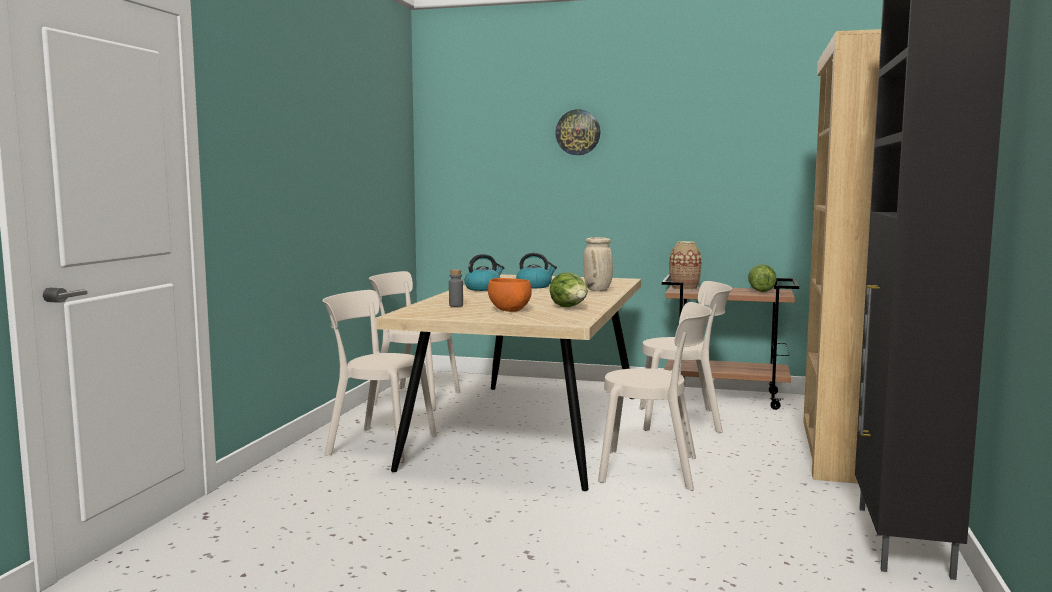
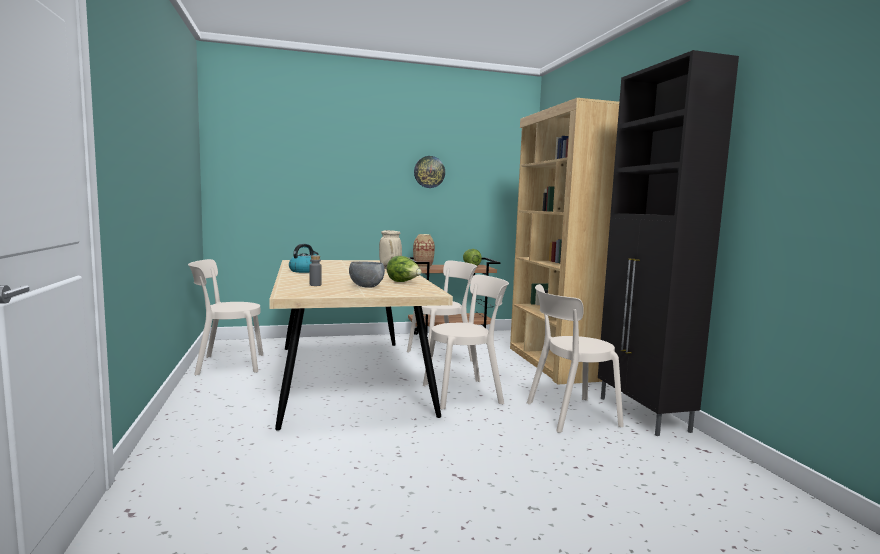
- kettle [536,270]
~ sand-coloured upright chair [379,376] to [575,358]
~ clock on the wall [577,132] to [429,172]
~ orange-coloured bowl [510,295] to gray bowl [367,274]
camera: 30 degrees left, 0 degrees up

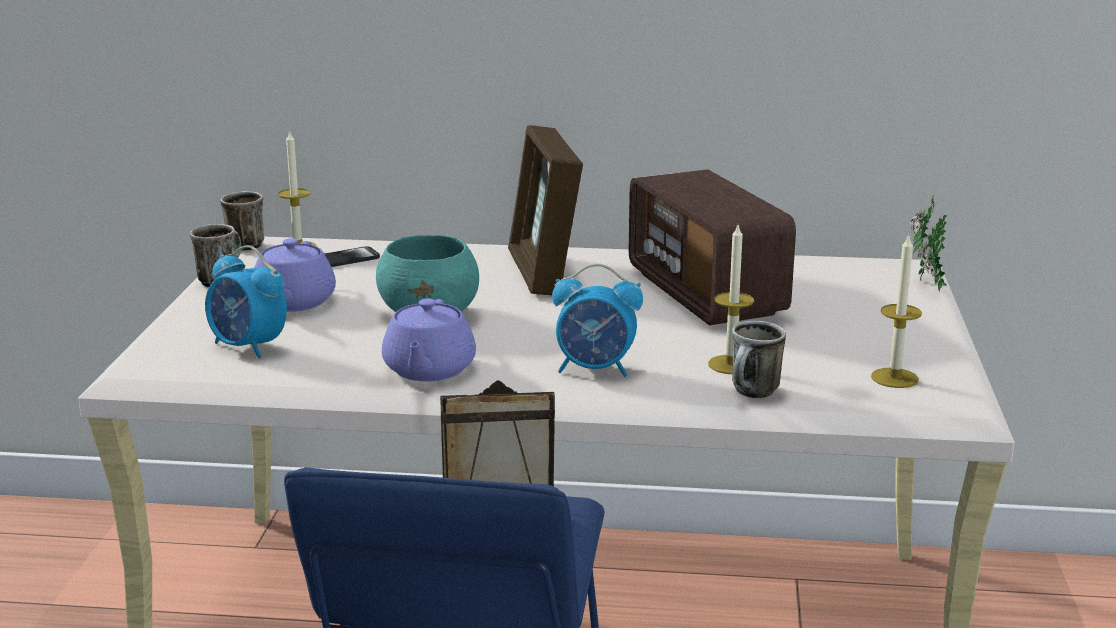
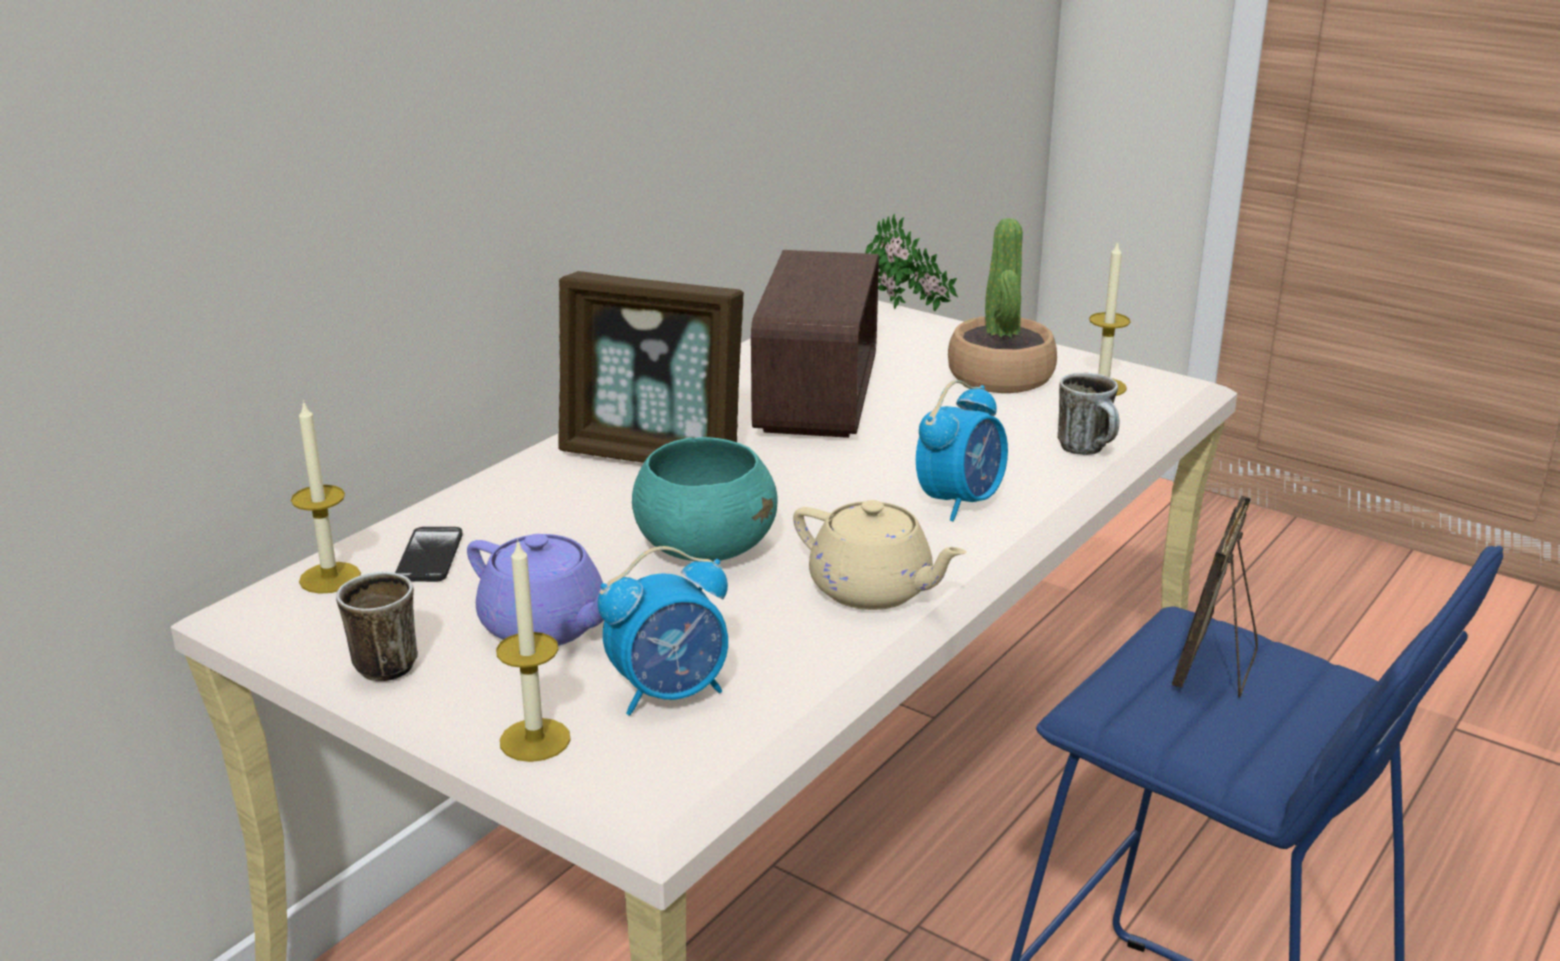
- mug [242,221]
+ houseplant [1002,305]
~ wax light [731,299] to [533,650]
~ purple-coloured teapot [429,340] to sand-coloured teapot [880,555]
~ radio receiver [712,248] = [815,344] 90 degrees counterclockwise
camera: 60 degrees left, 5 degrees up

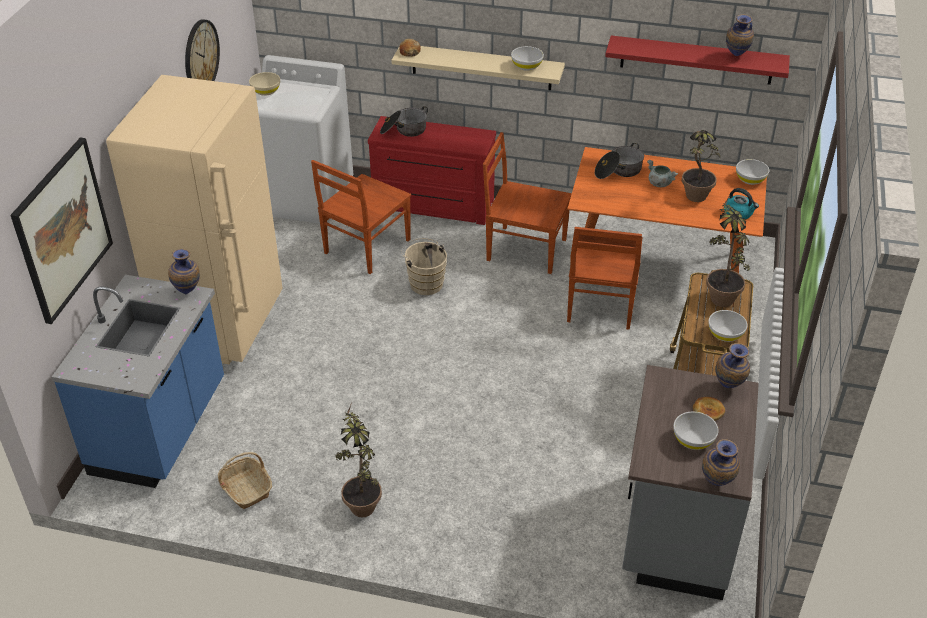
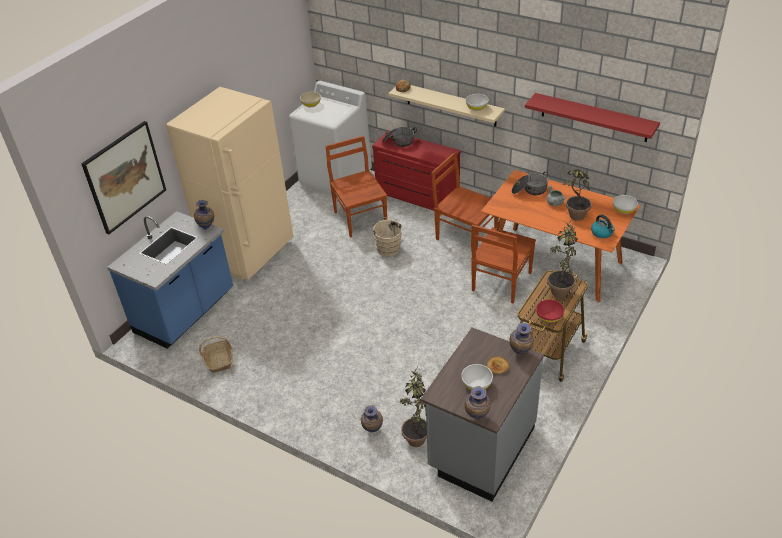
- clock on the wall [202,50]
~ houseplant [358,460] to [413,406]
~ flower vase [740,35] to [372,418]
~ white bowl [728,326] to red bowl [550,311]
~ brown upright chair [361,217] = [356,187] 105 degrees clockwise
camera: 20 degrees right, 0 degrees up

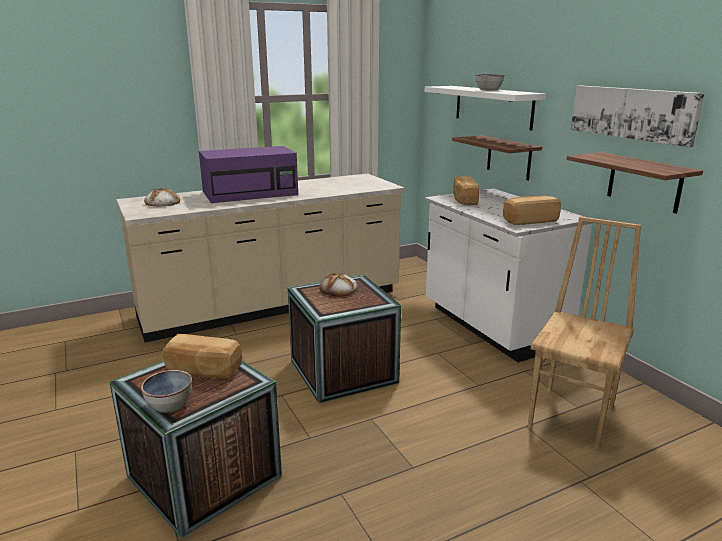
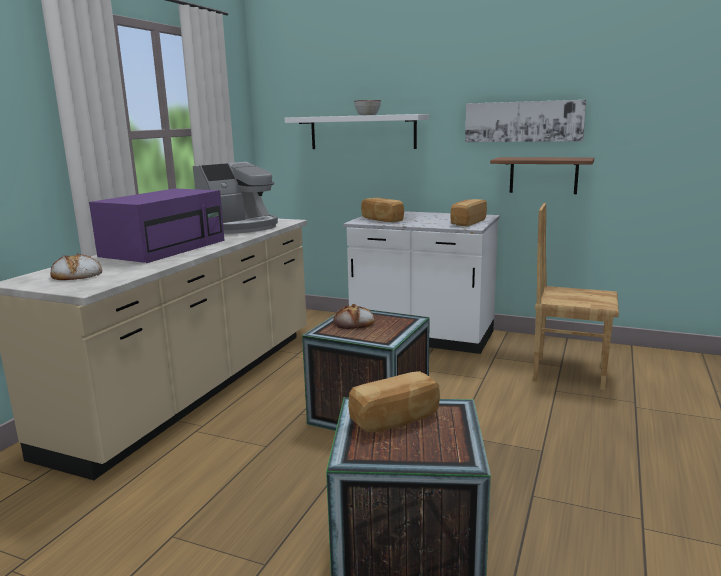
- bowl [166,391]
- shelf [497,158]
+ coffee machine [235,198]
~ brown upright chair [584,332] = [576,296] 60 degrees counterclockwise
camera: 40 degrees left, 5 degrees down

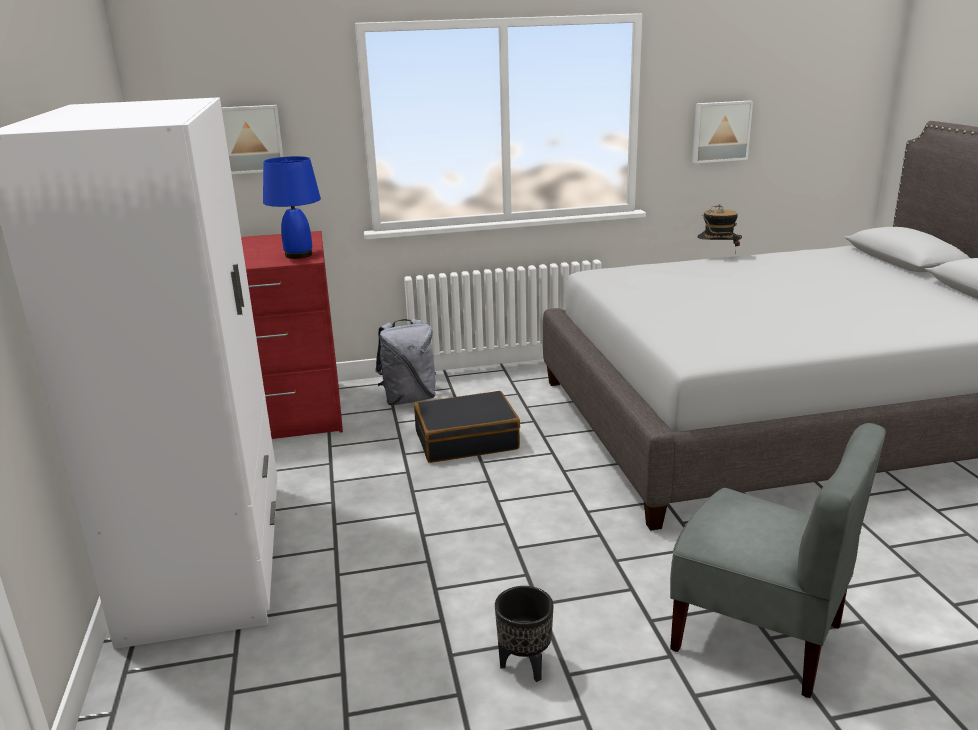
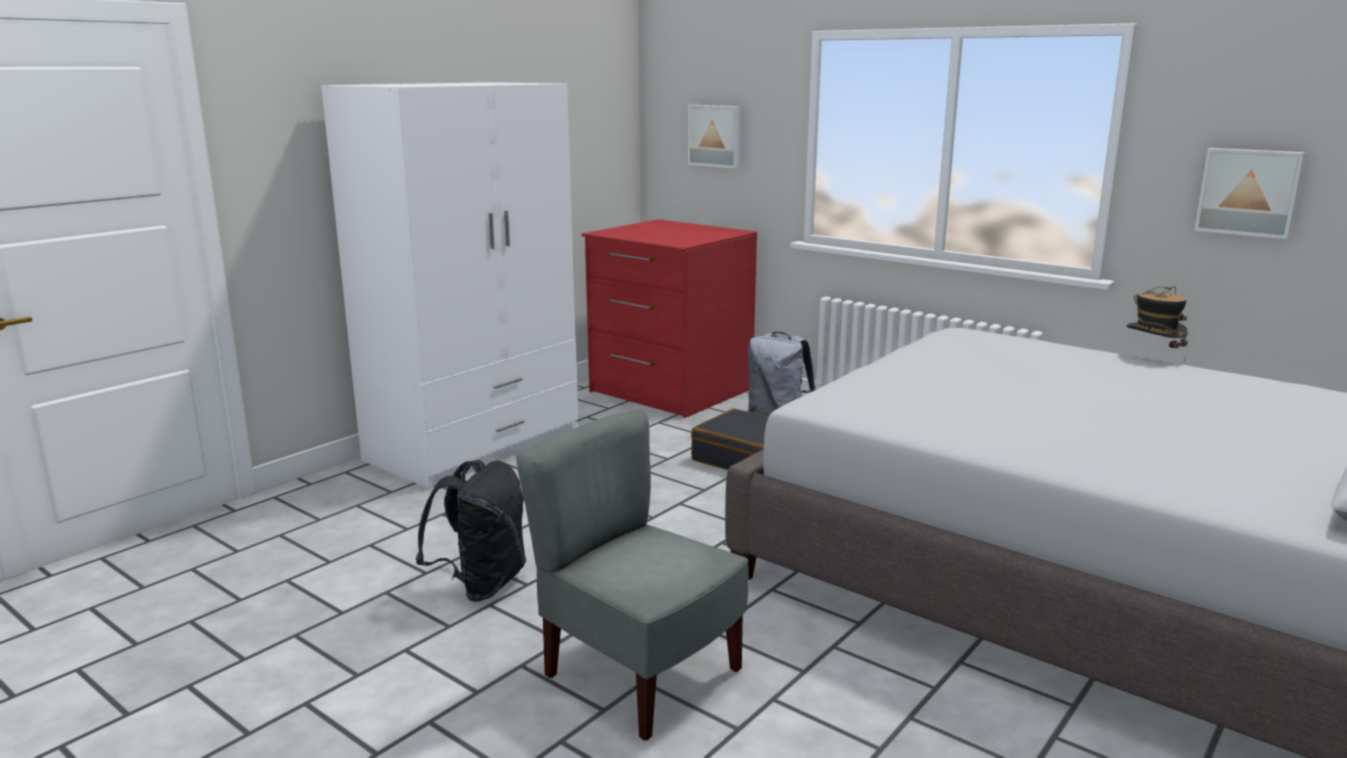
- bluish table lamp [292,207]
~ black planter [524,634] to black rucksack [471,531]
~ gray upright chair [778,560] = [632,575] 135 degrees clockwise
camera: 50 degrees right, 5 degrees down

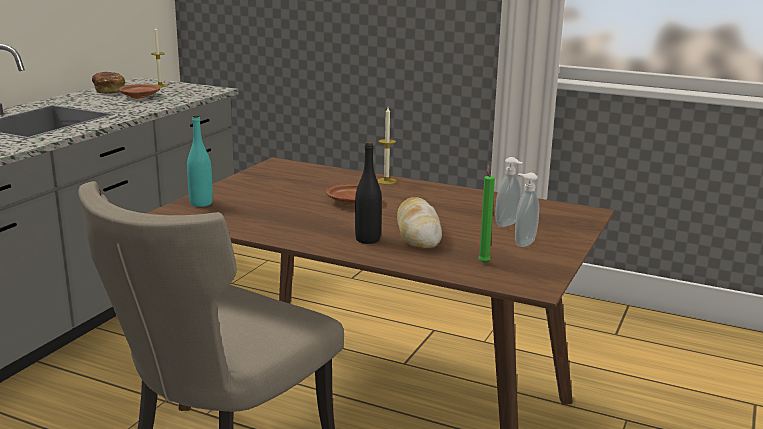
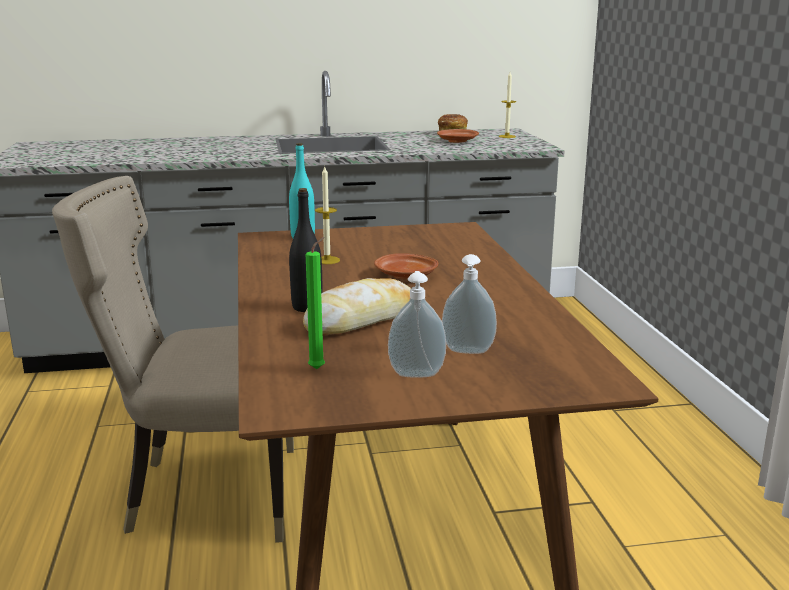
~ wax light [387,146] to [327,215]
camera: 55 degrees right, 0 degrees up

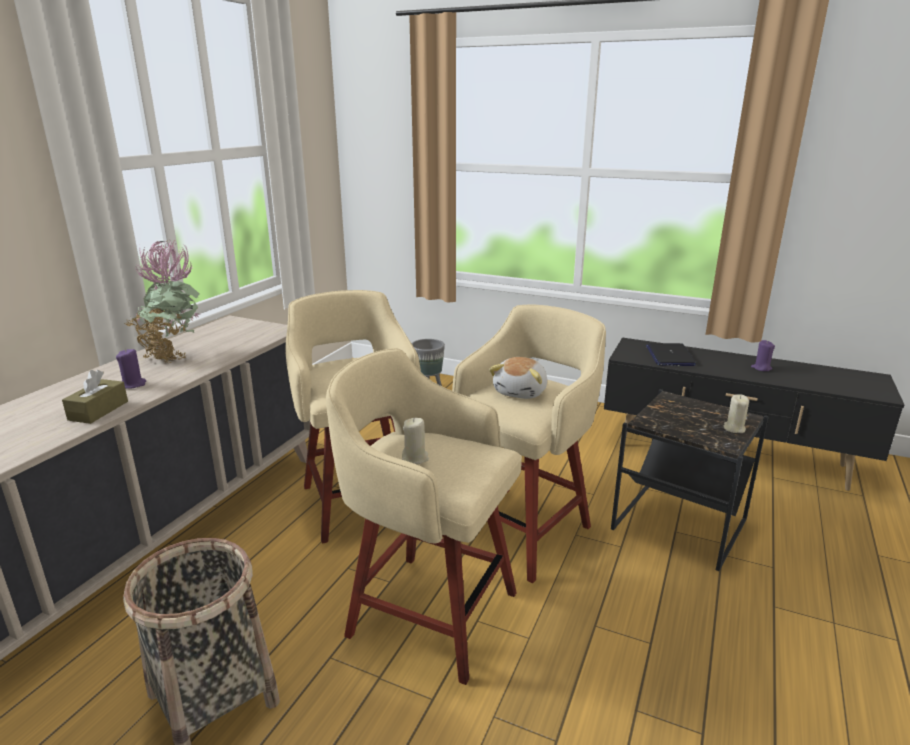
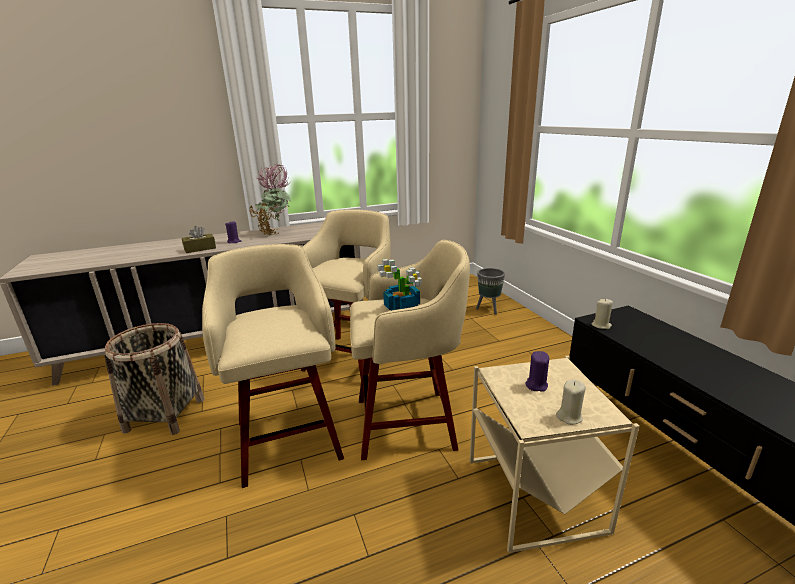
- portable computer [671,354]
~ sand-coloured wax light [415,441] to [602,314]
~ purple-coloured wax light [763,355] to [537,371]
~ soft toy [518,378] to houseplant [400,285]
~ black end table [690,480] to sand-coloured end table [554,454]
camera: 45 degrees right, 0 degrees up

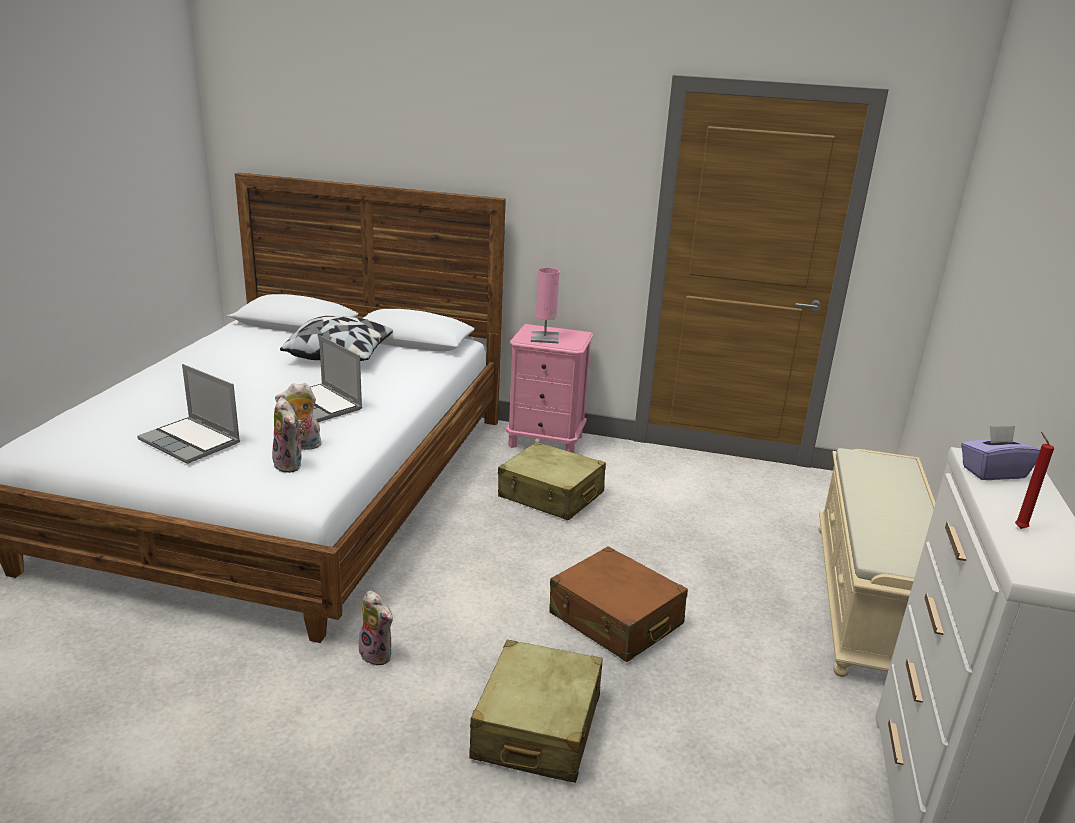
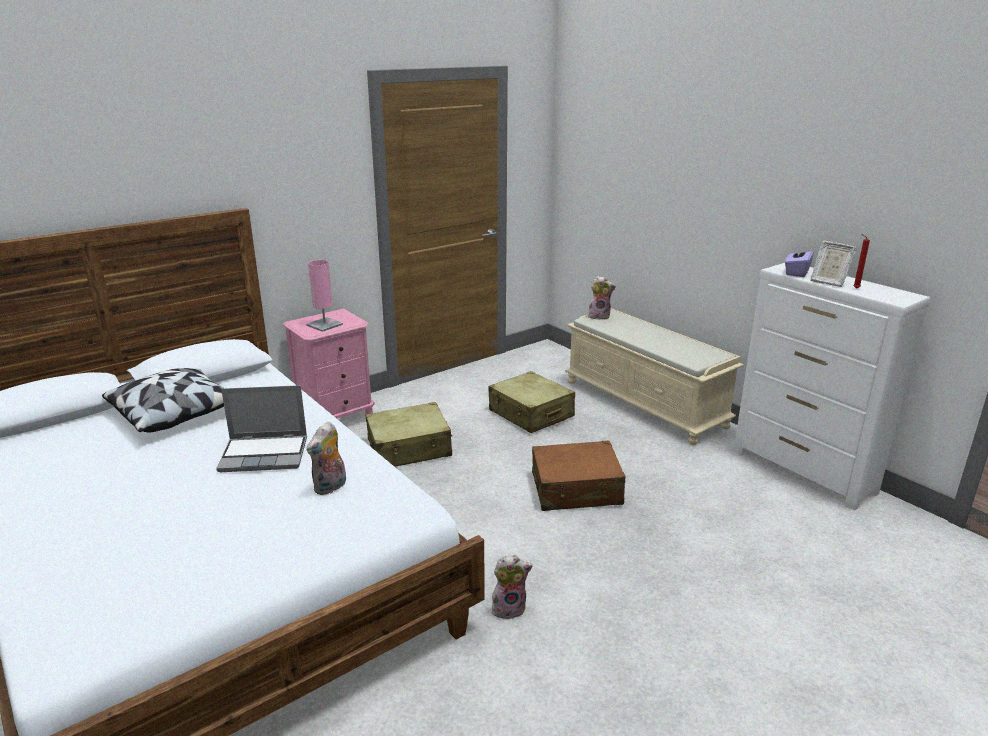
- portable computer [188,414]
+ standing frame [834,264]
~ soft toy [288,435] to [602,298]
~ sand-coloured travel case [536,711] to [531,402]
camera: 50 degrees left, 0 degrees up

